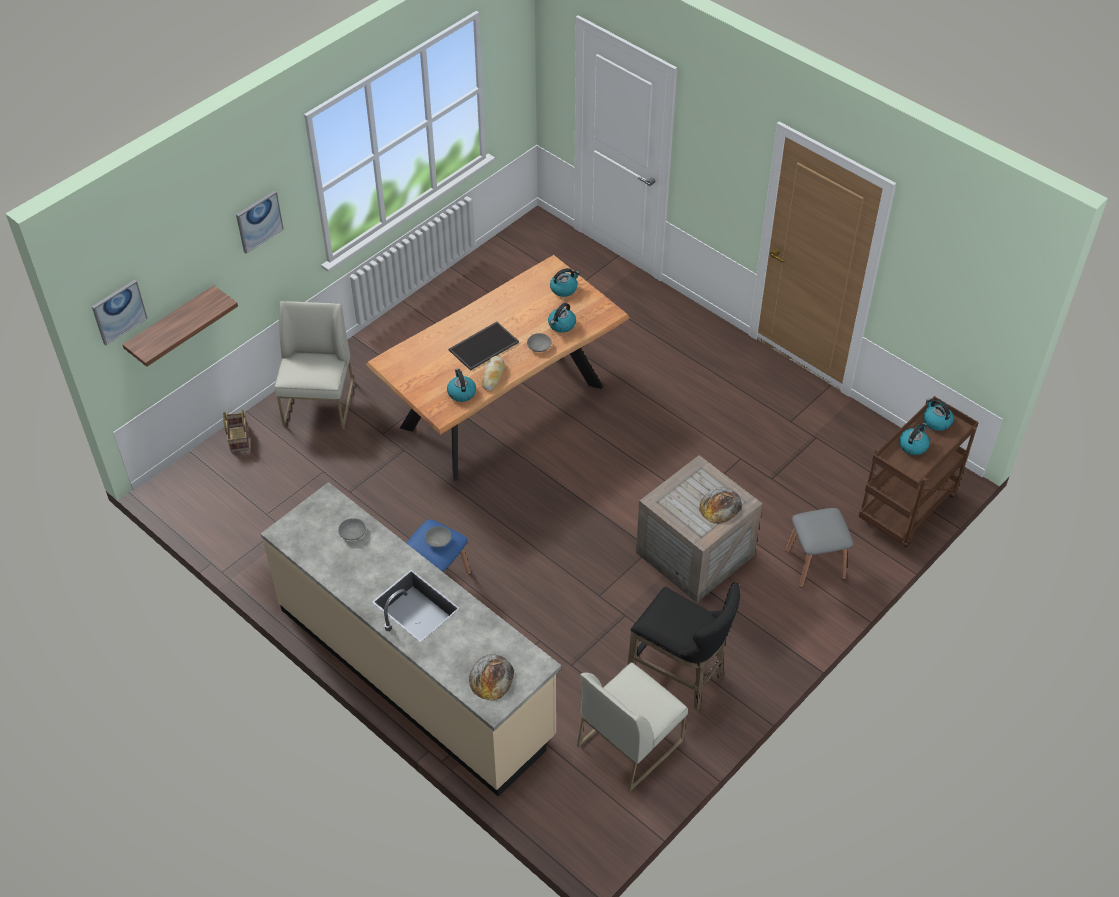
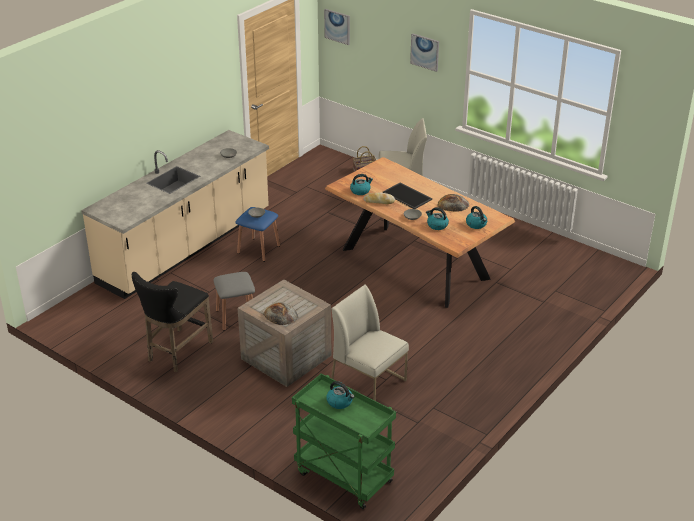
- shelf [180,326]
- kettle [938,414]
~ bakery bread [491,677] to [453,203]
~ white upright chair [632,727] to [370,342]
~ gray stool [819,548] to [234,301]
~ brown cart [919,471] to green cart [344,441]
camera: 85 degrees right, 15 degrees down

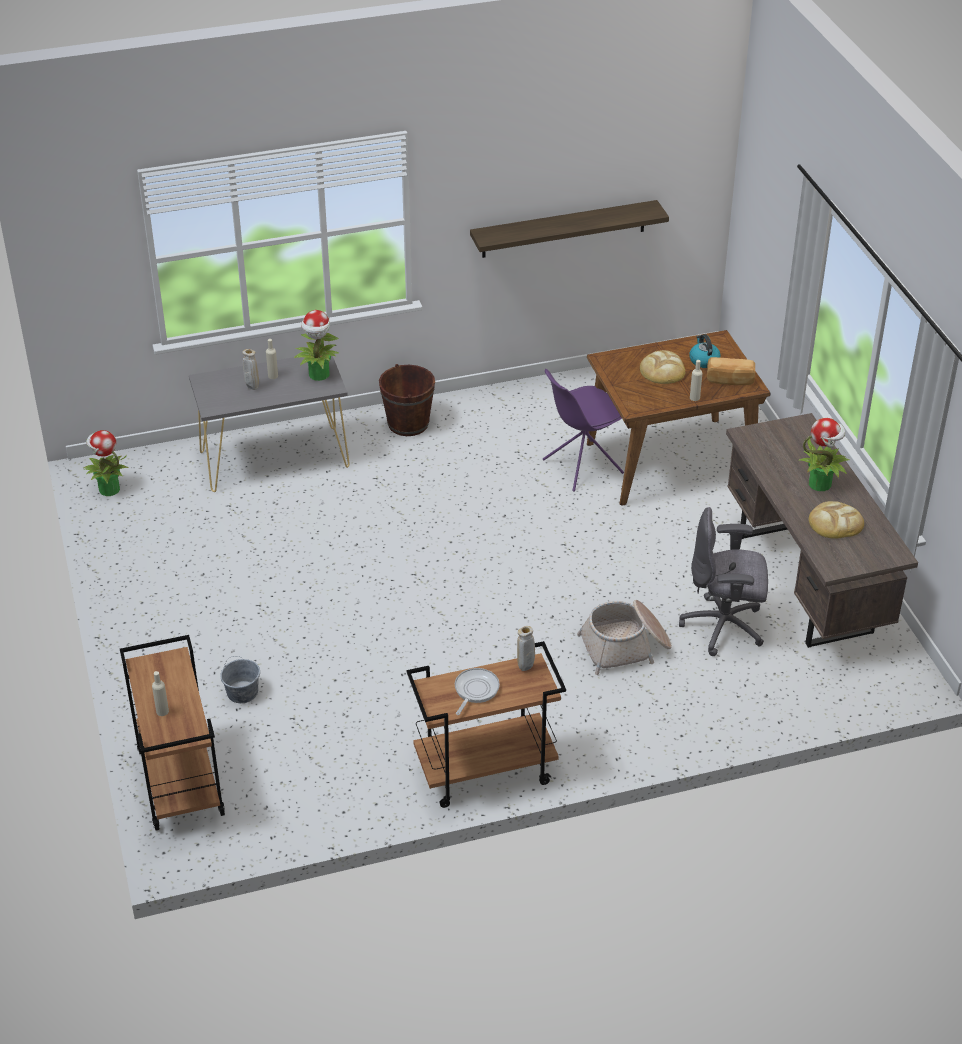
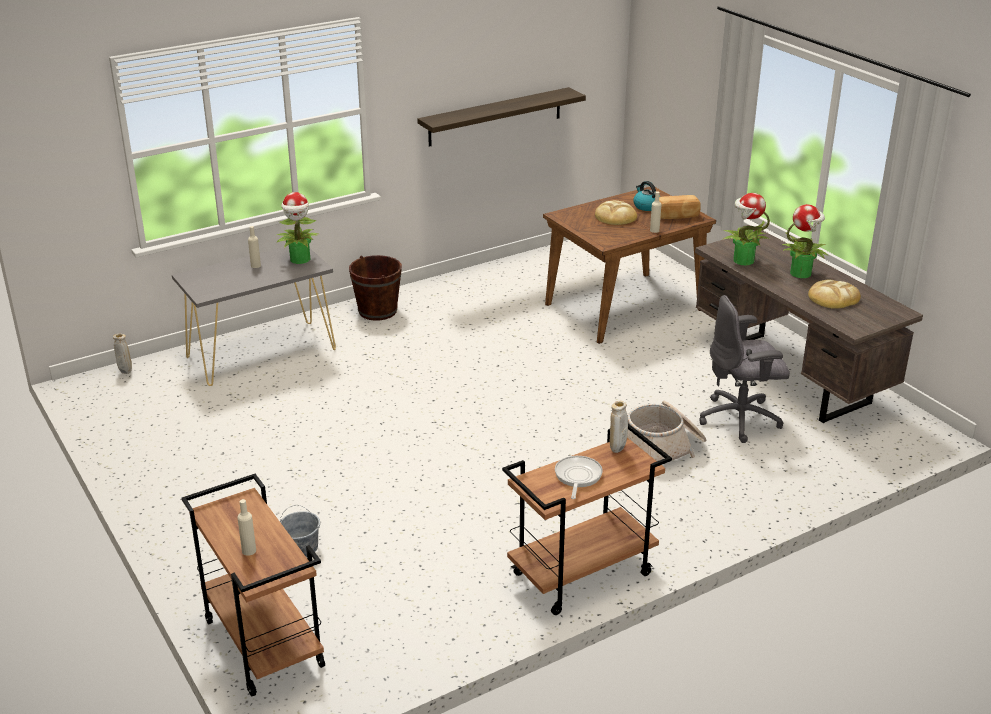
- purple-coloured upright chair [583,430]
~ houseplant [106,463] to [746,229]
~ sand-coloured flower vase [251,369] to [122,354]
camera: 15 degrees left, 10 degrees down

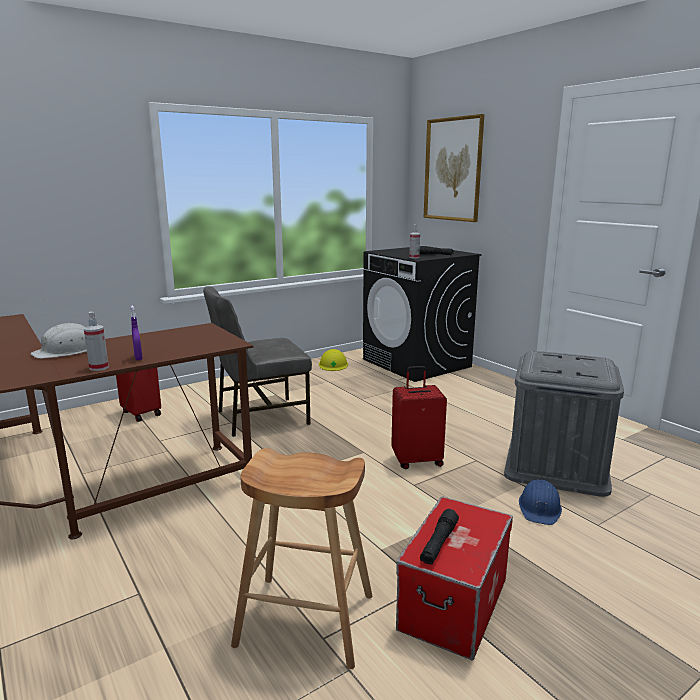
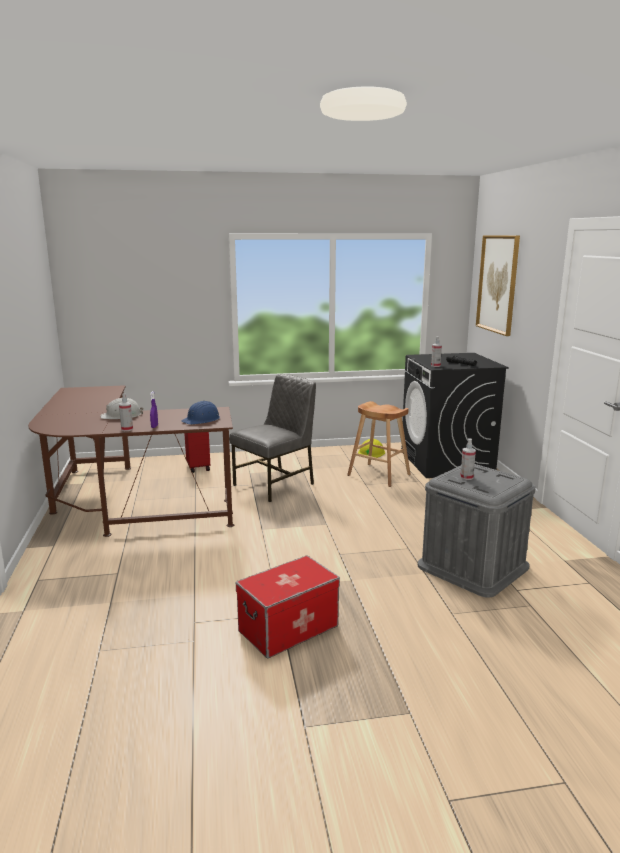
- red travel case [419,417]
- black flashlight [439,537]
+ spray bottle [468,459]
~ brown stool [301,558] to [379,444]
~ bluish hard hat [540,502] to [200,412]
~ gray upright chair [257,361] = [272,438] 135 degrees clockwise
camera: 25 degrees right, 0 degrees up

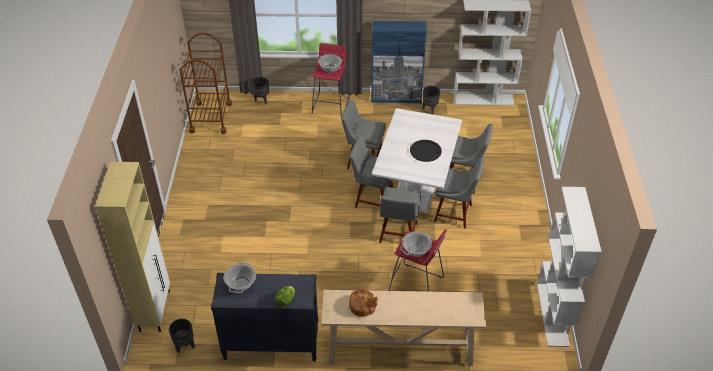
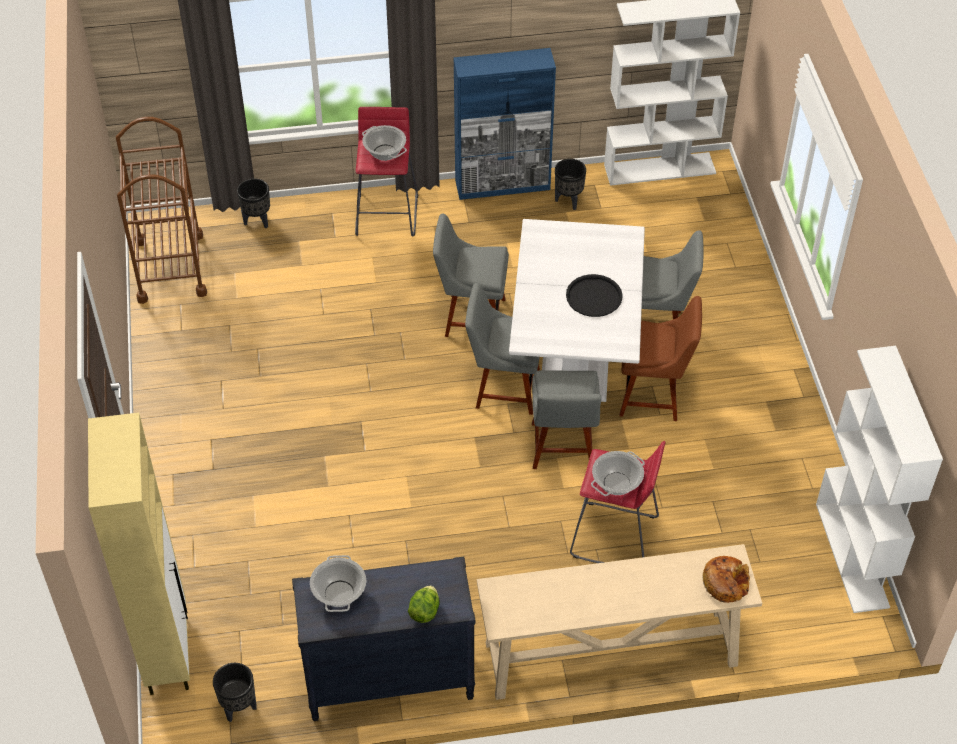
~ bakery bread [363,303] to [726,579]
~ gray upright chair [459,193] to brown upright chair [660,358]
camera: 10 degrees left, 5 degrees up

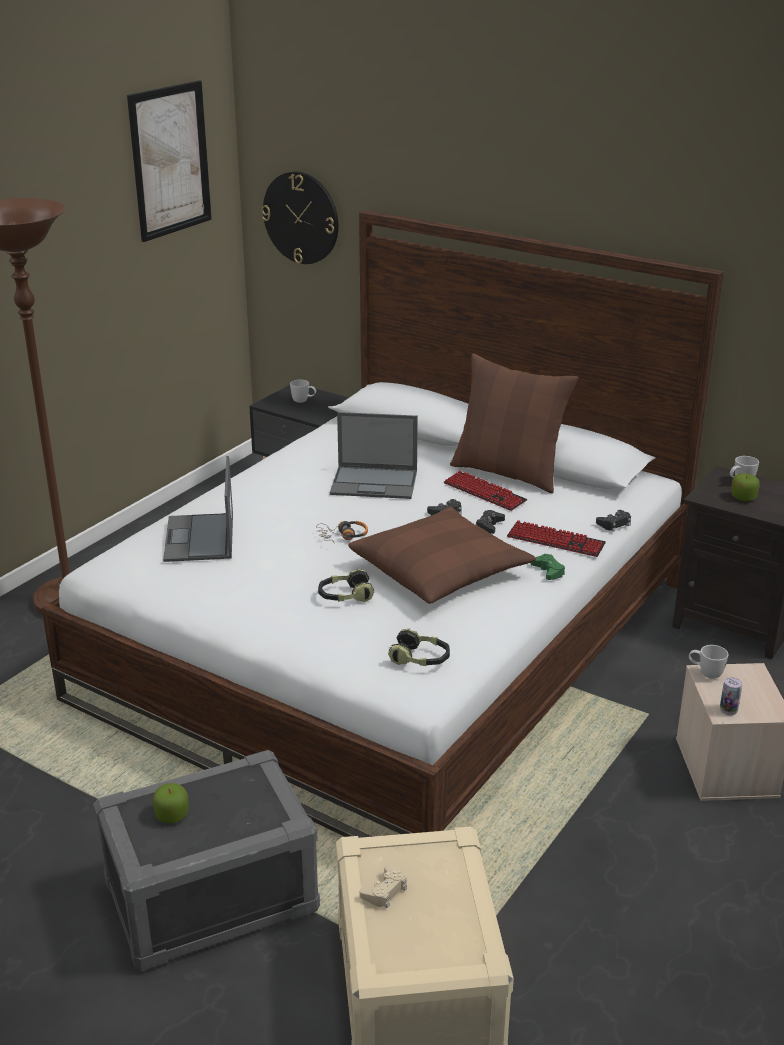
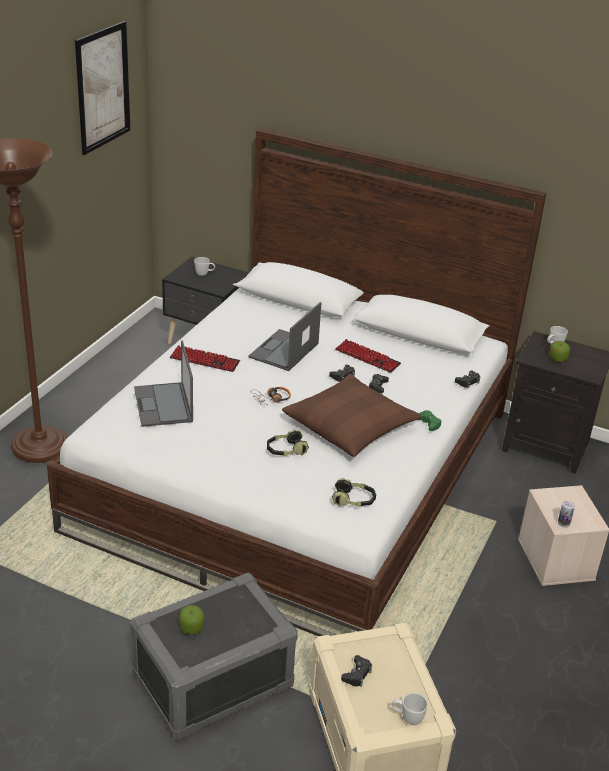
- clock on the wall [299,217]
- brown pillow [514,423]
~ computer keyboard [556,538] to [205,358]
~ white mug [708,662] to [410,709]
~ sand-coloured game controller [383,886] to black game controller [356,671]
~ portable computer [374,455] = [285,336] 120 degrees clockwise
camera: 10 degrees left, 5 degrees up

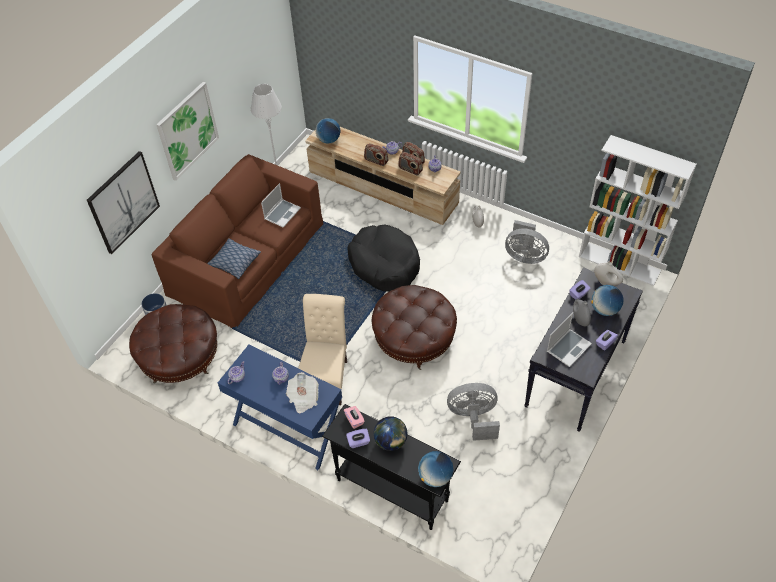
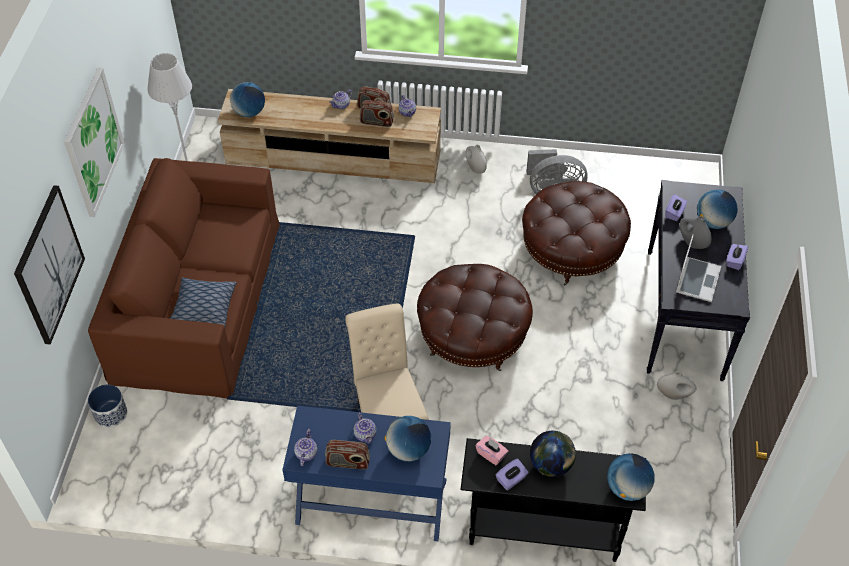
- portable computer [281,205]
- black dog cushion [384,258]
- gray fan [473,412]
- white bookcase [637,210]
~ brown ottoman [173,343] to [576,233]
~ radio receiver [376,155] to [347,455]
~ white flower vase [608,274] to [676,385]
~ printed paper [302,392] to world globe [407,438]
camera: 25 degrees left, 0 degrees up

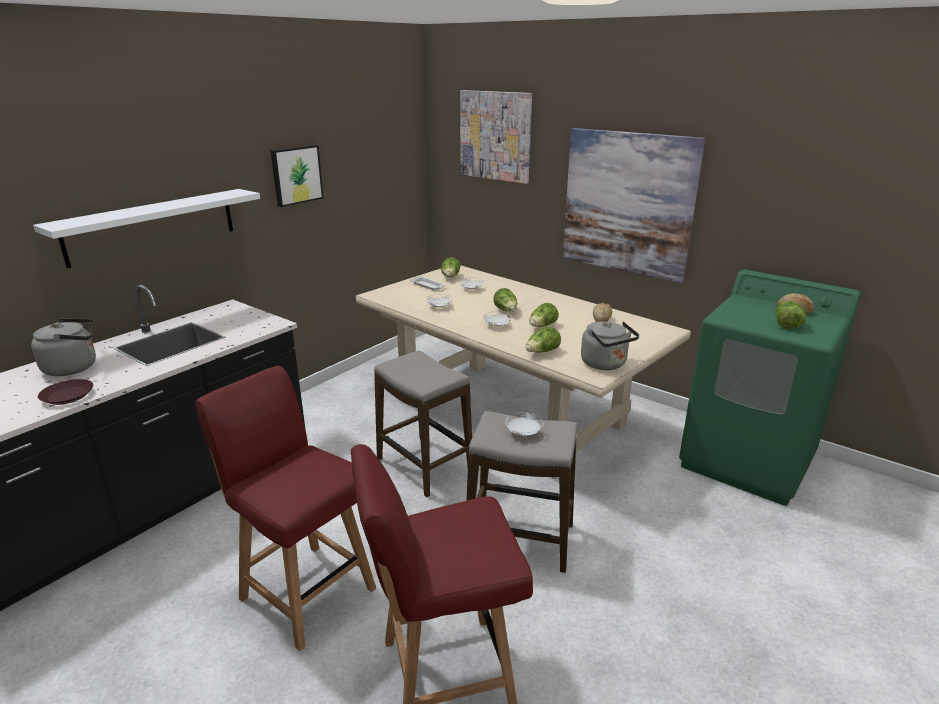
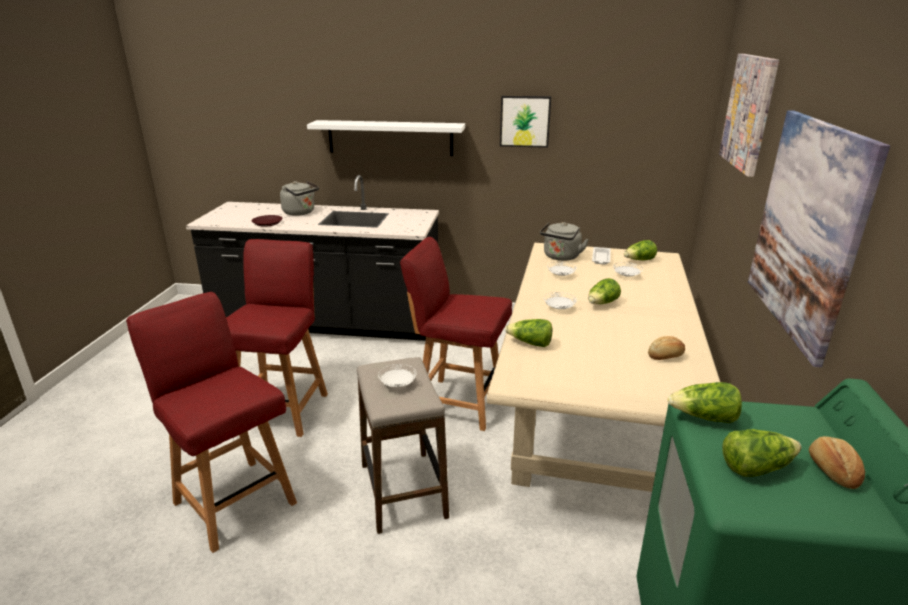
~ lettuce [544,315] to [705,402]
~ gray kettle [610,345] to [564,241]
~ stool [423,424] to red upright chair [456,334]
camera: 60 degrees right, 0 degrees up

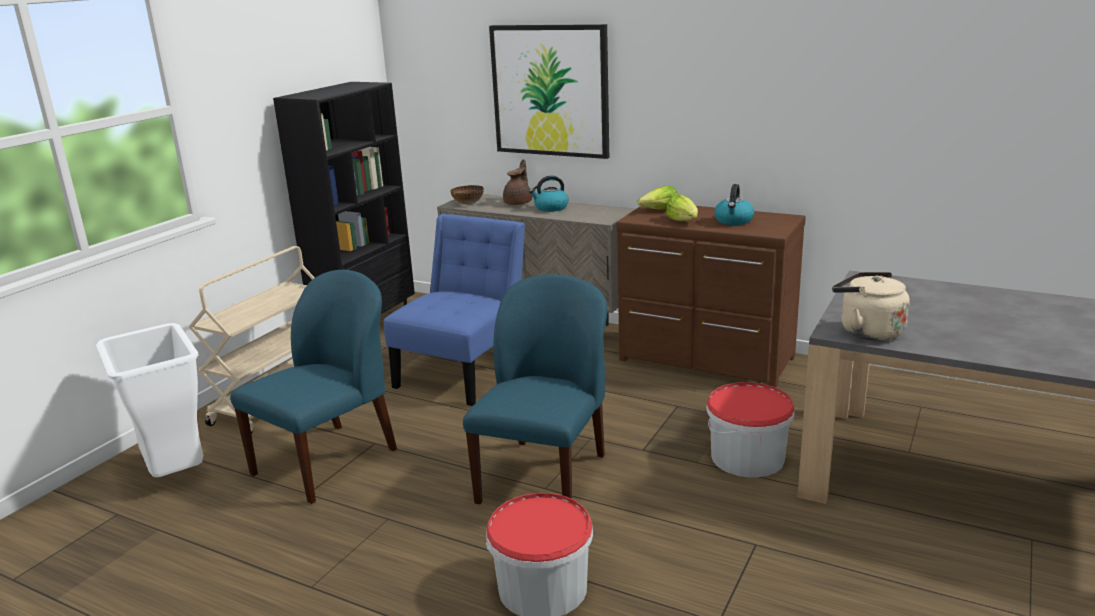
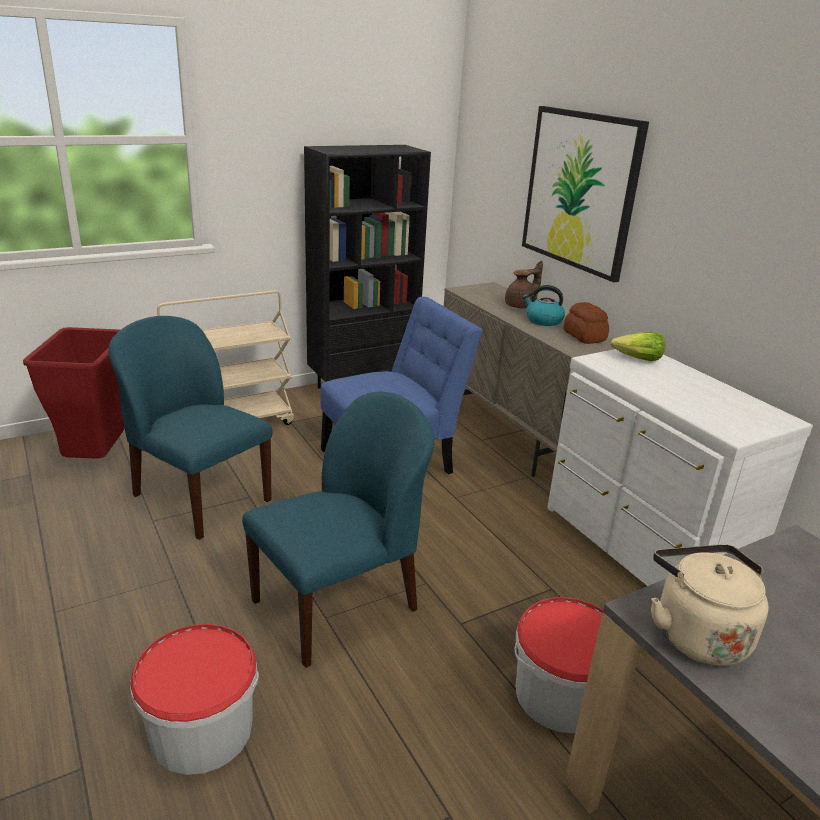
- bowl [467,195]
- lettuce [682,207]
- kettle [734,204]
+ bakery bread [586,323]
~ white trash can [149,400] to red trash can [73,393]
~ brown chest of drawers [711,297] to white chest of drawers [680,467]
~ bluish upright chair [313,387] = [190,428] 120 degrees counterclockwise
camera: 30 degrees right, 5 degrees up

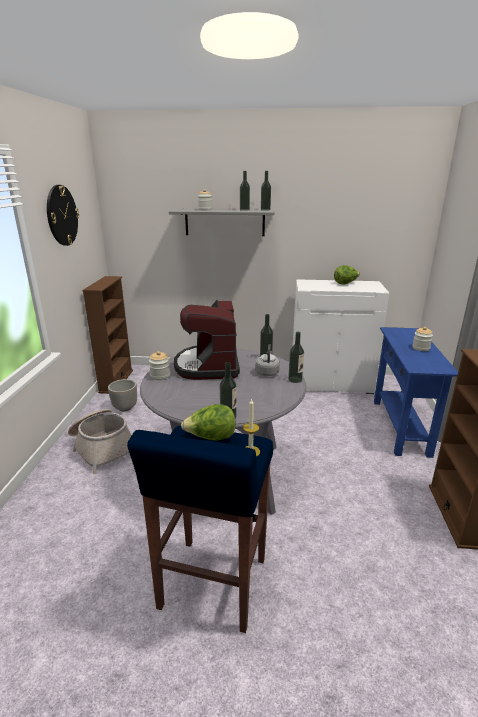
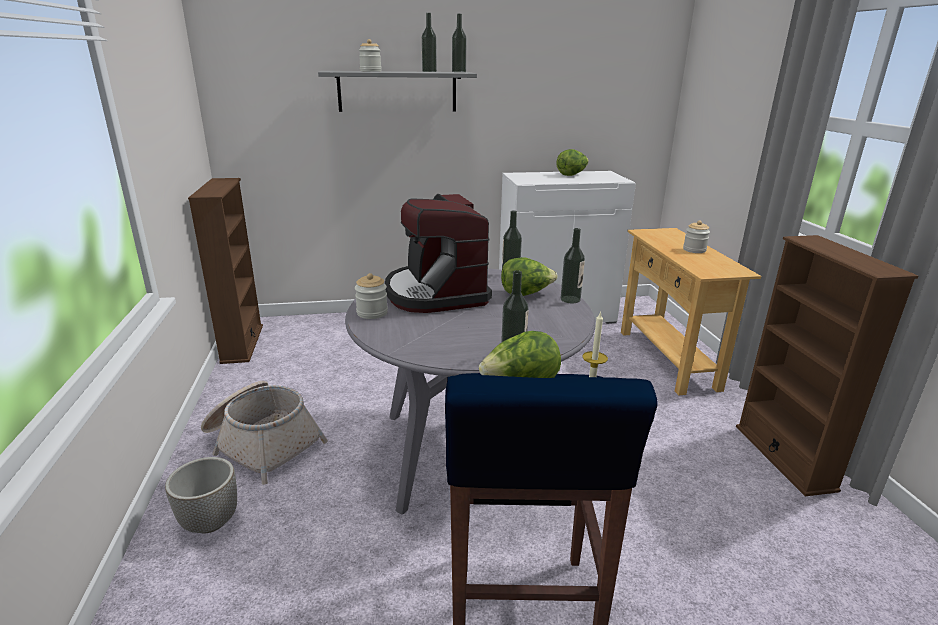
- clock on the wall [63,215]
~ planter [122,395] to [201,495]
~ gray kettle [267,360] to lettuce [529,276]
~ bluish hall table [416,392] to sand-coloured hall table [691,311]
camera: 15 degrees left, 0 degrees up

